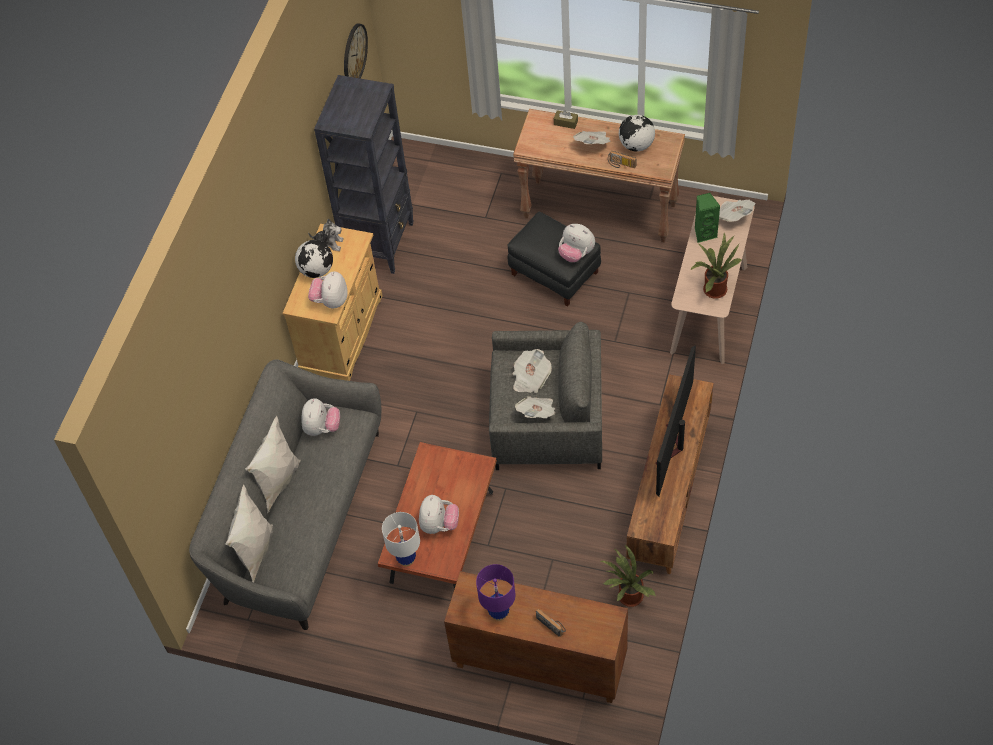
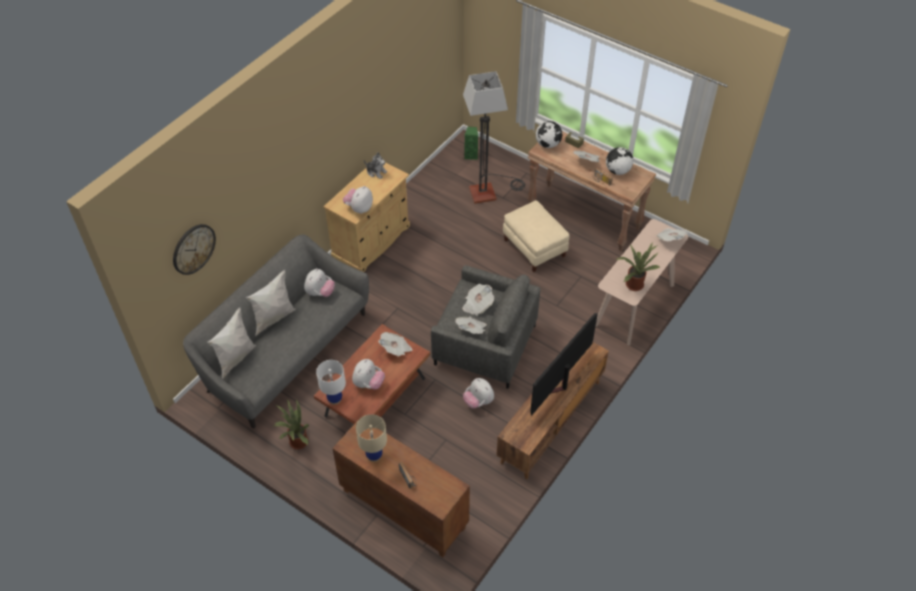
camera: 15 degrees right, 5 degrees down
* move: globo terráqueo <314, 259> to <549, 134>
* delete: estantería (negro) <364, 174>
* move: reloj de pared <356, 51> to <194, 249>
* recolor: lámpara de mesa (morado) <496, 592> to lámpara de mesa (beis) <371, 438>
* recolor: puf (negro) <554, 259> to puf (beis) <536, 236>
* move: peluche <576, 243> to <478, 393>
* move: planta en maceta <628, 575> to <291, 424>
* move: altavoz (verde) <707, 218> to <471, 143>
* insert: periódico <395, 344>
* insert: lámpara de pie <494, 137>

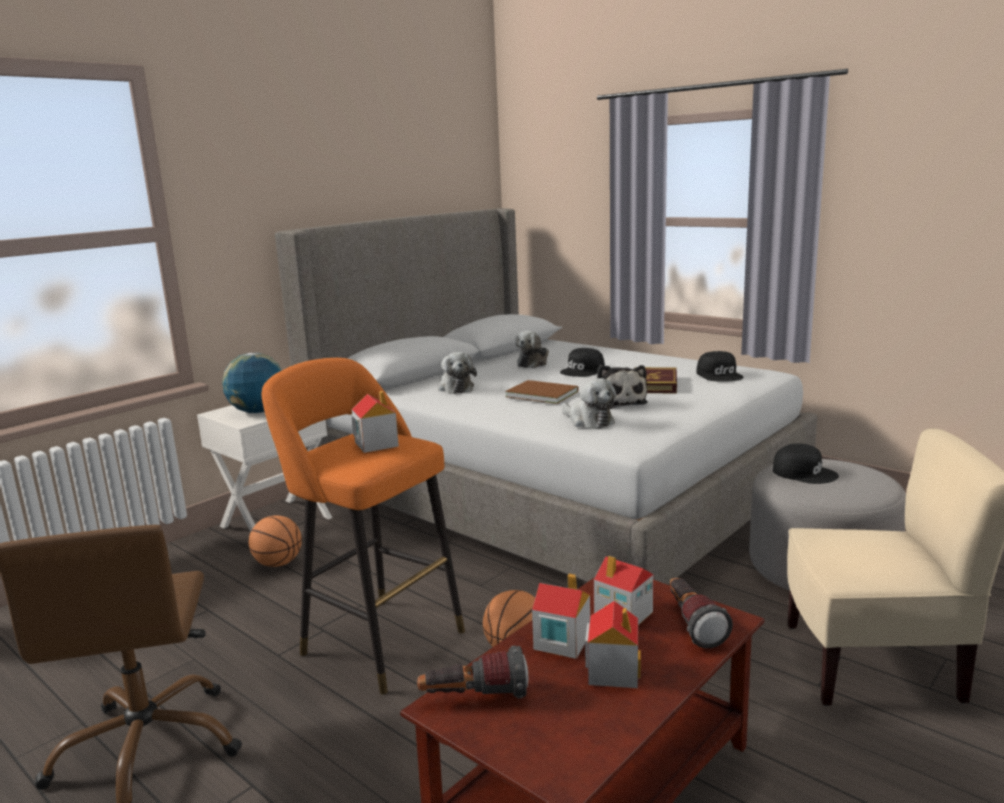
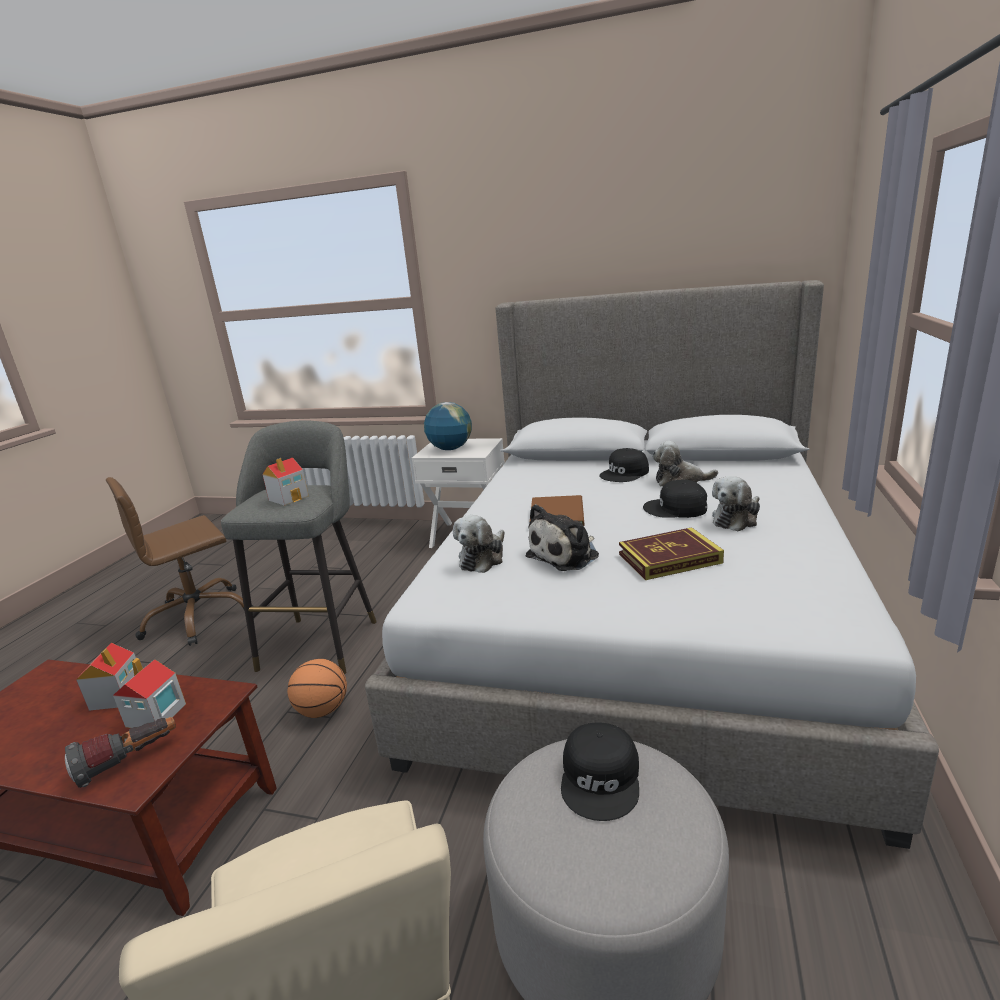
camera: 65 degrees right, 5 degrees up
* delete: balón de baloncesto <275, 541>
* recolor: taburete (naranja) <363, 526> to taburete (gris) <299, 547>
* delete: linterna <472, 672>
* move: peluche <457, 373> to <736, 504>
* delete: casita <613, 644>
* move: gorra (negro) <720, 366> to <624, 465>

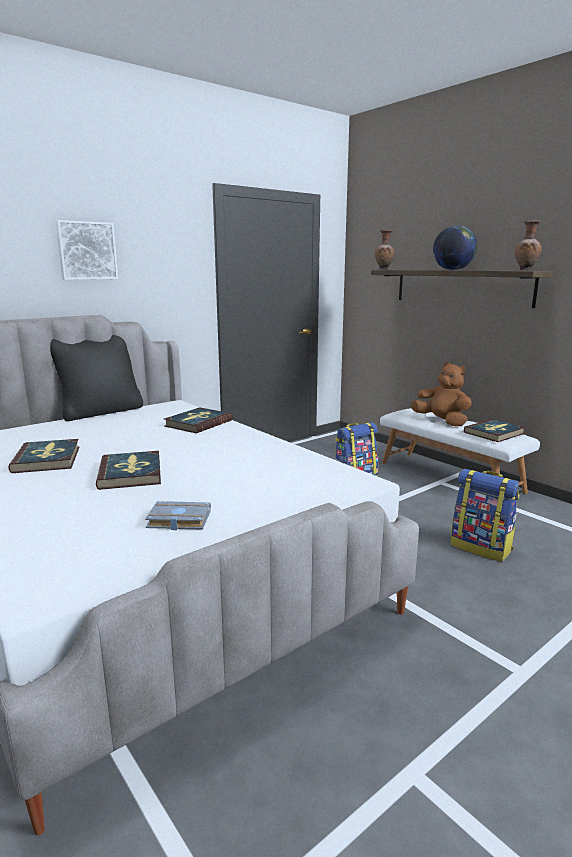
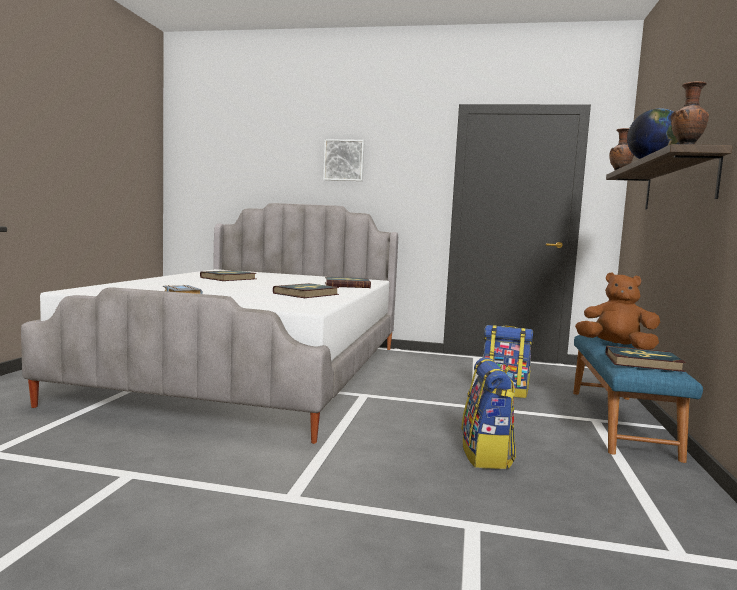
camera: 50 degrees right, 10 degrees down
* delete: cojín (negro) <96, 378>
* move: libro <128, 470> to <306, 290>
* recolor: banco (blanco) <460, 451> to banco (azul) <638, 399>
* rotate: peluche (marrón) <441, 394> = <617, 311> 75 degrees counterclockwise

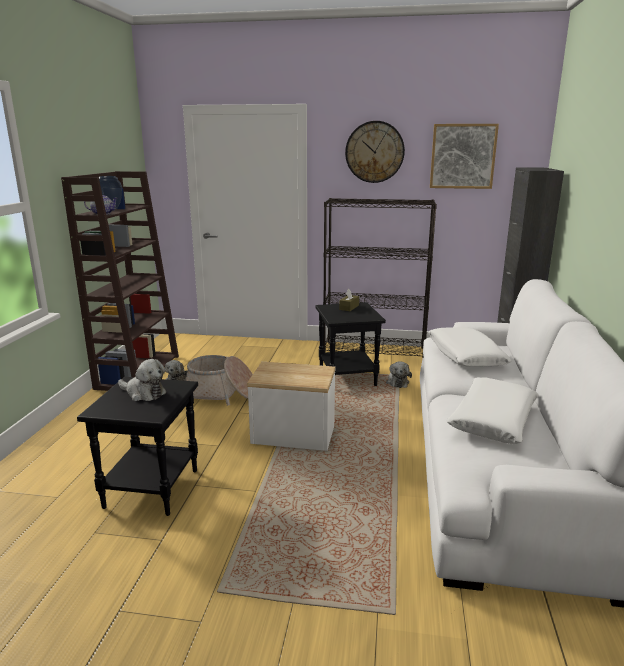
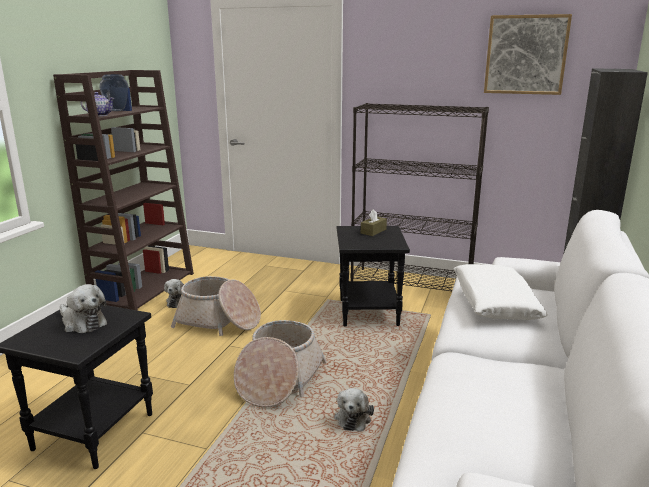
camera: 10 degrees right, 0 degrees up
* replace: mesa auxiliar <291, 406> to cesta <280, 364>
* delete: reloj de pared <375, 152>
* move: peluche <399, 374> to <354, 410>
* delete: cojín (blanco) <492, 410>

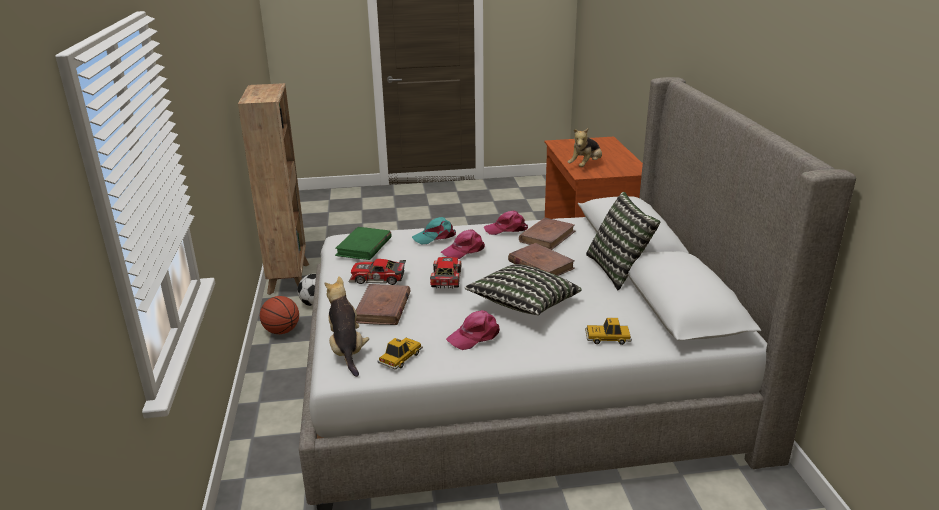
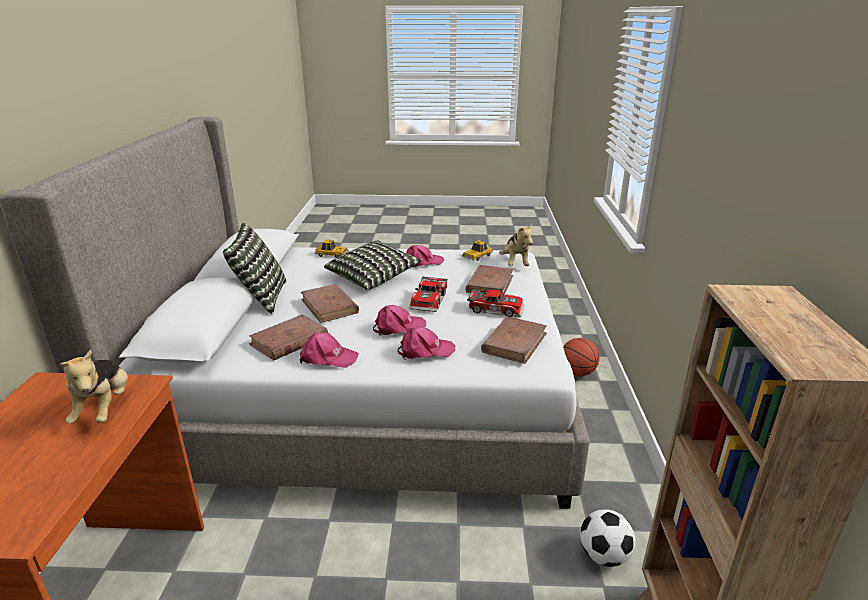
camera: 170 degrees left, 0 degrees up
* move: balón de baloncesto <279, 315> to <581, 357>
* recolor: libro (verde) <363, 243> to libro (marrón) <514, 340>
* recolor: gorra (turquesa) <434, 230> to gorra (rosa) <426, 343>
* rotate: peluche <585, 147> = <93, 387> 120 degrees clockwise

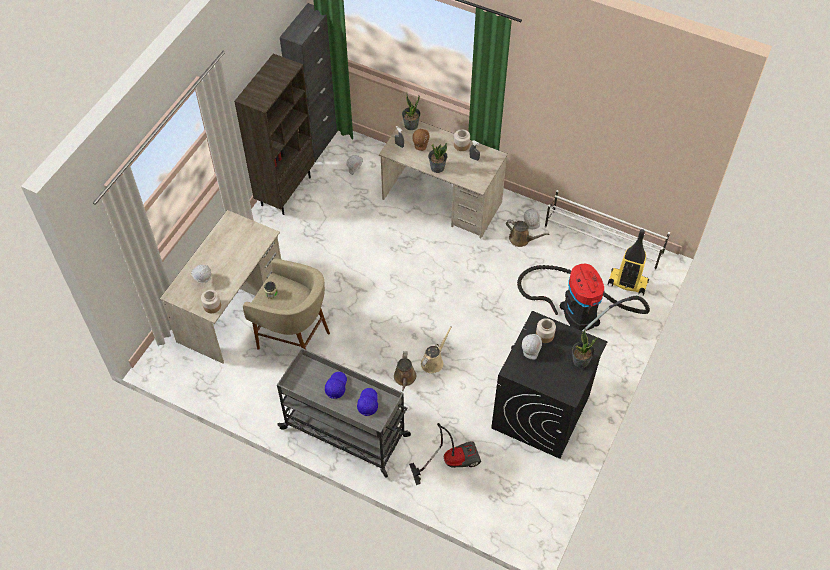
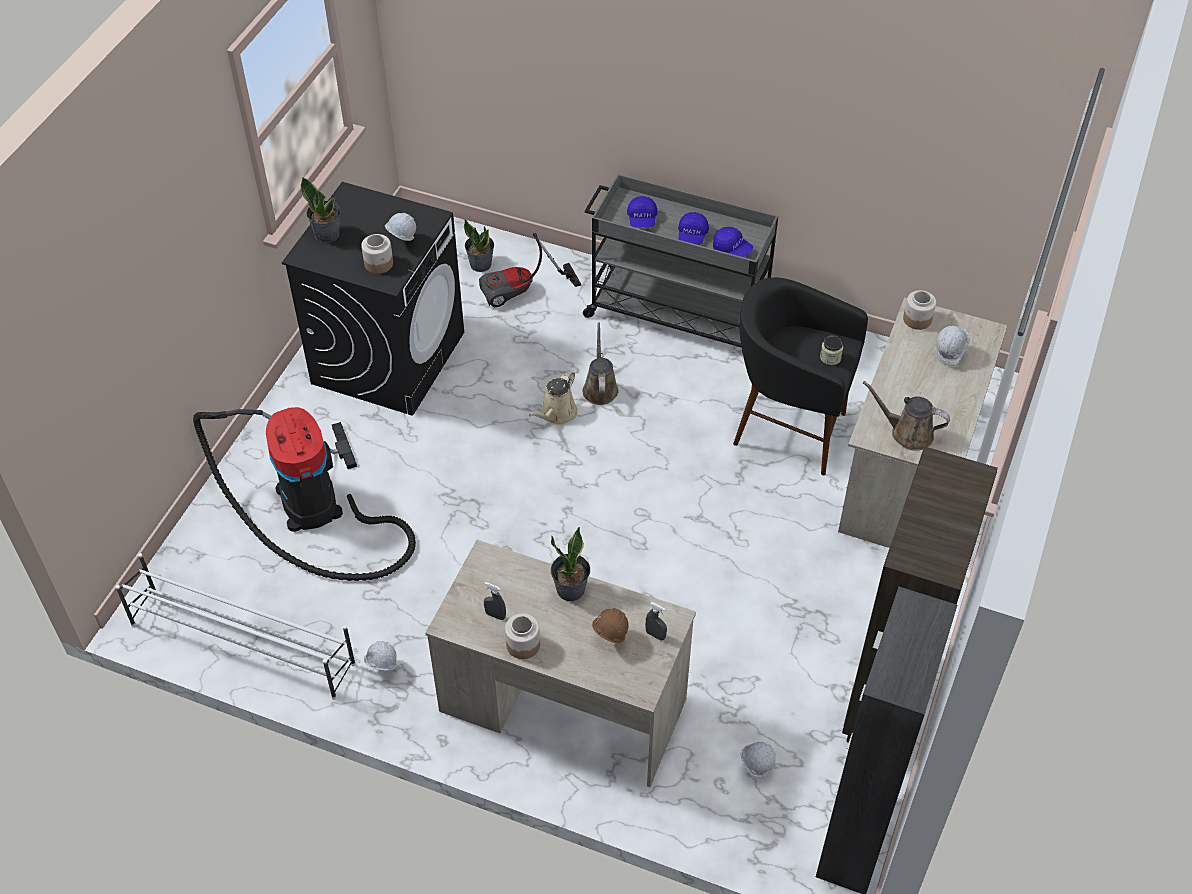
camera: 175 degrees right, 5 degrees down
* recolor: taburete (beis) <286, 304> to taburete (negro) <800, 376>
* move: planta en maceta <411, 112> to <479, 245>
* move: regadera (marrón) <527, 233> to <906, 416>
* delete: aspiradora <628, 262>
* insert: gorra (azul) <733, 242>

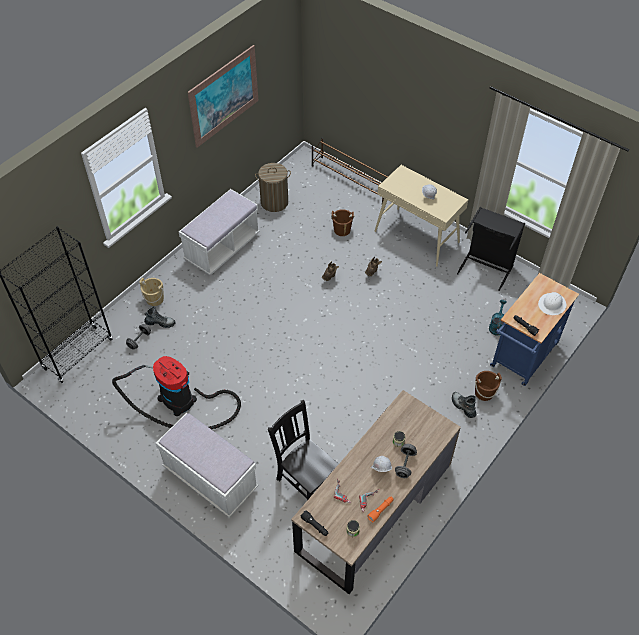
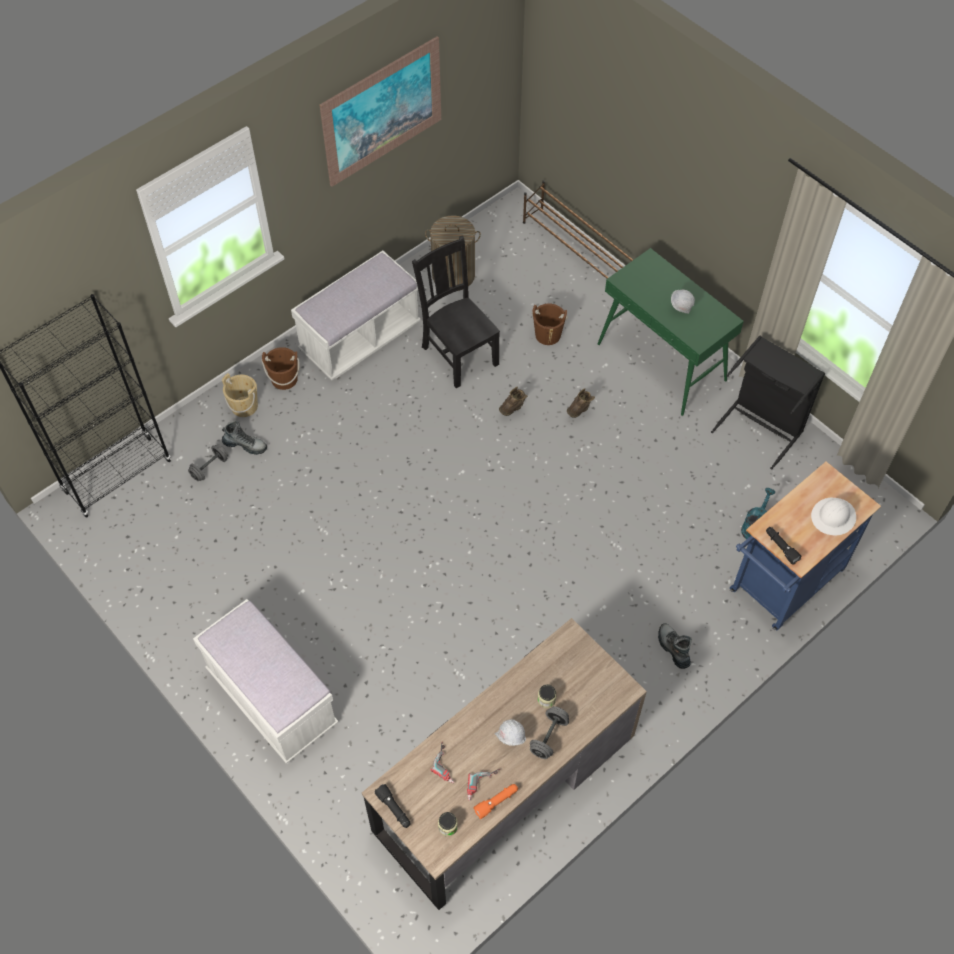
camera: 10 degrees right, 5 degrees up
* delete: aspiradora <176, 393>
* move: silla (negro) <303, 449> to <456, 311>
* recolor: mesa consola (beis) <421, 216> to mesa consola (verde) <671, 332>
* move: cubo (marrón) <488, 386> to <280, 368>

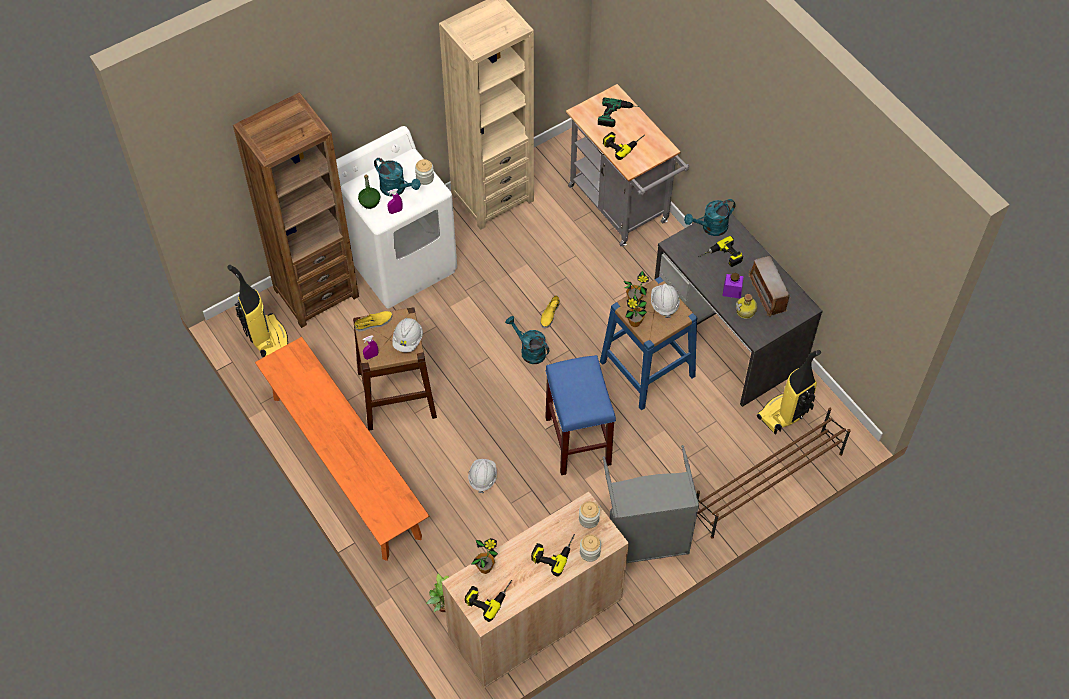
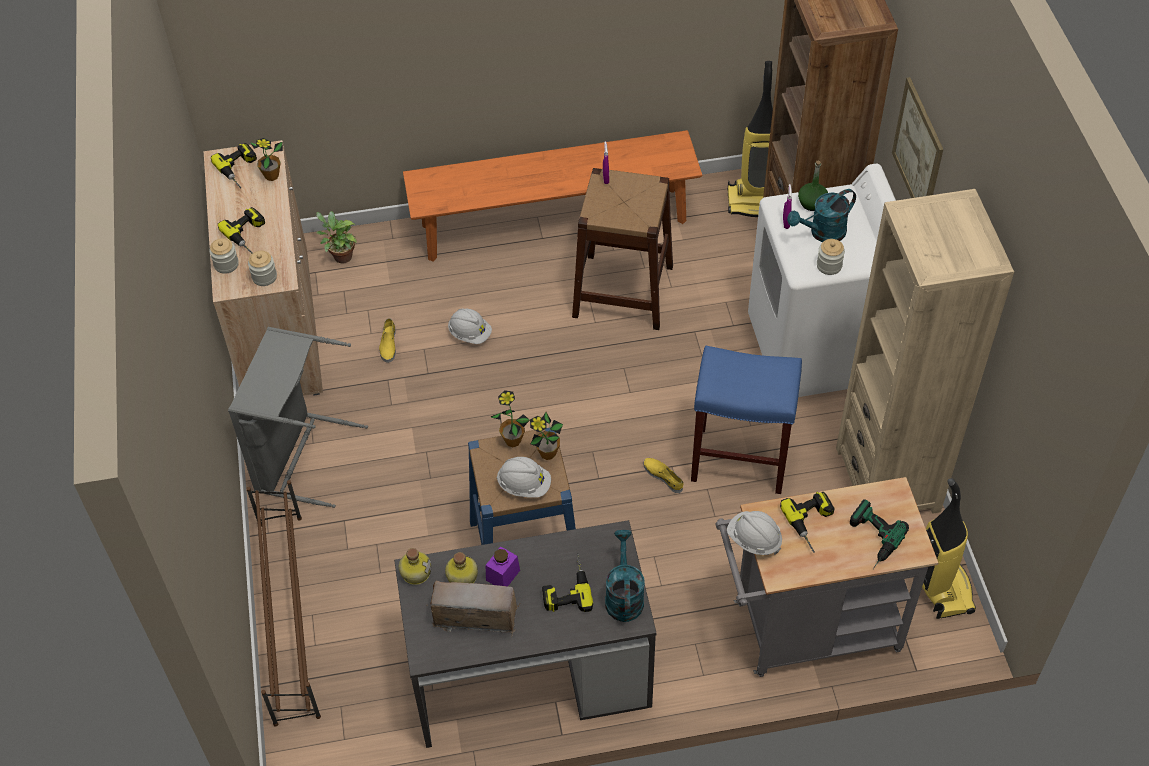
camera: 115 degrees right, 5 degrees down
* move: zapato (amarillo) <373, 321> to <387, 340>
* move: casco (blanco) <407, 335> to <754, 533>
* delete: regadera (turquesa) <527, 340>
* move: taburete (azul) <580, 415> to <746, 420>
* move: aspiradora <789, 392> to <949, 548>
* insert: botella <414, 566>
* insert: cuadro <917, 137>

